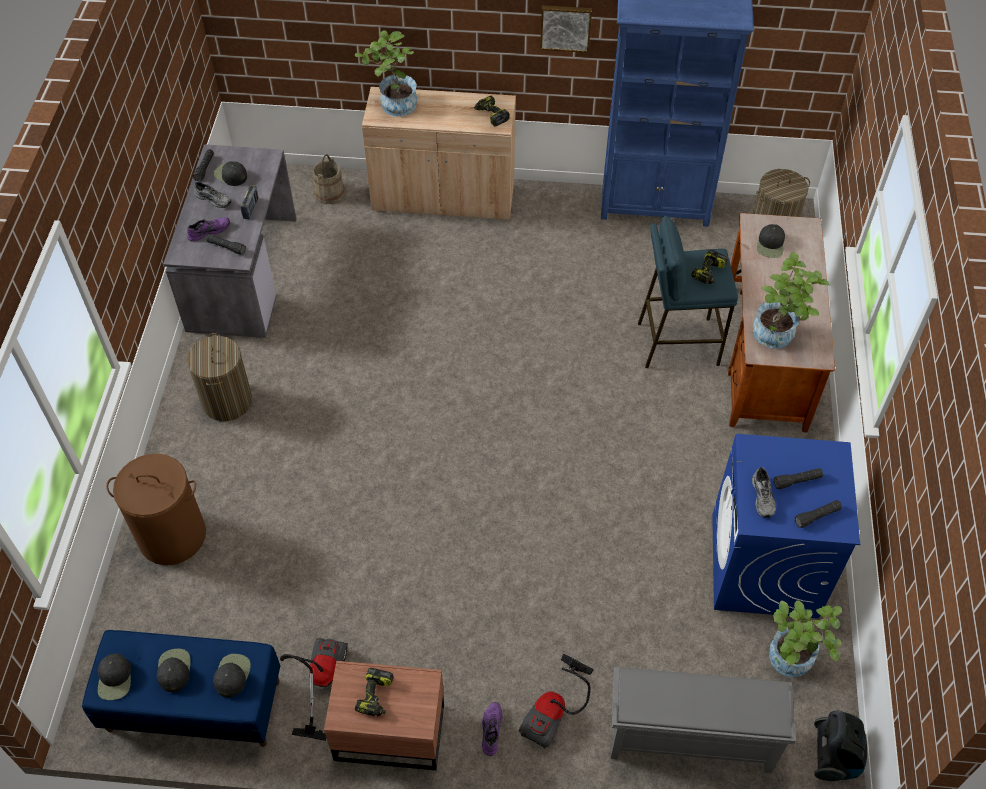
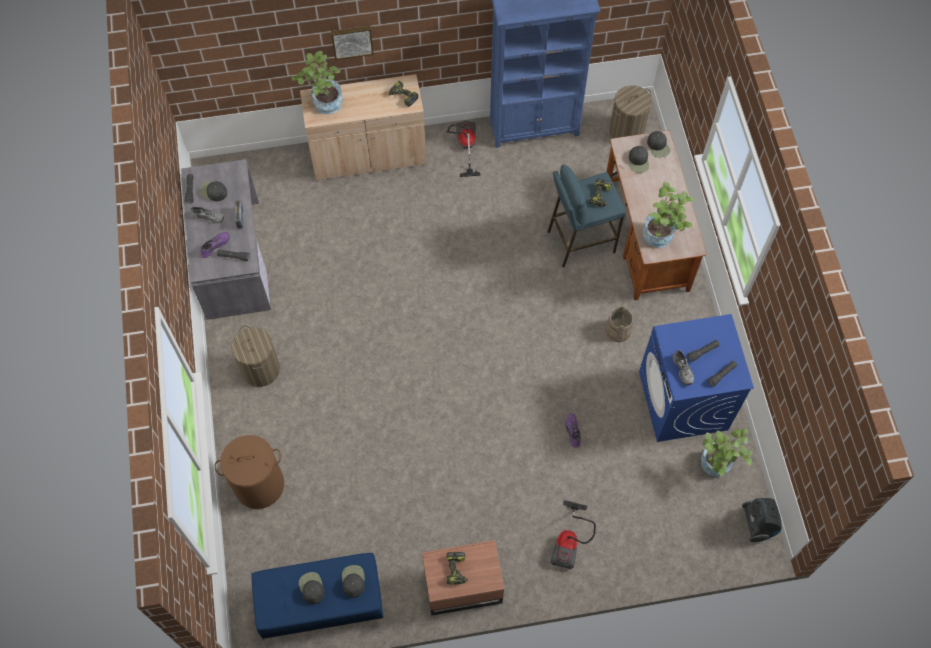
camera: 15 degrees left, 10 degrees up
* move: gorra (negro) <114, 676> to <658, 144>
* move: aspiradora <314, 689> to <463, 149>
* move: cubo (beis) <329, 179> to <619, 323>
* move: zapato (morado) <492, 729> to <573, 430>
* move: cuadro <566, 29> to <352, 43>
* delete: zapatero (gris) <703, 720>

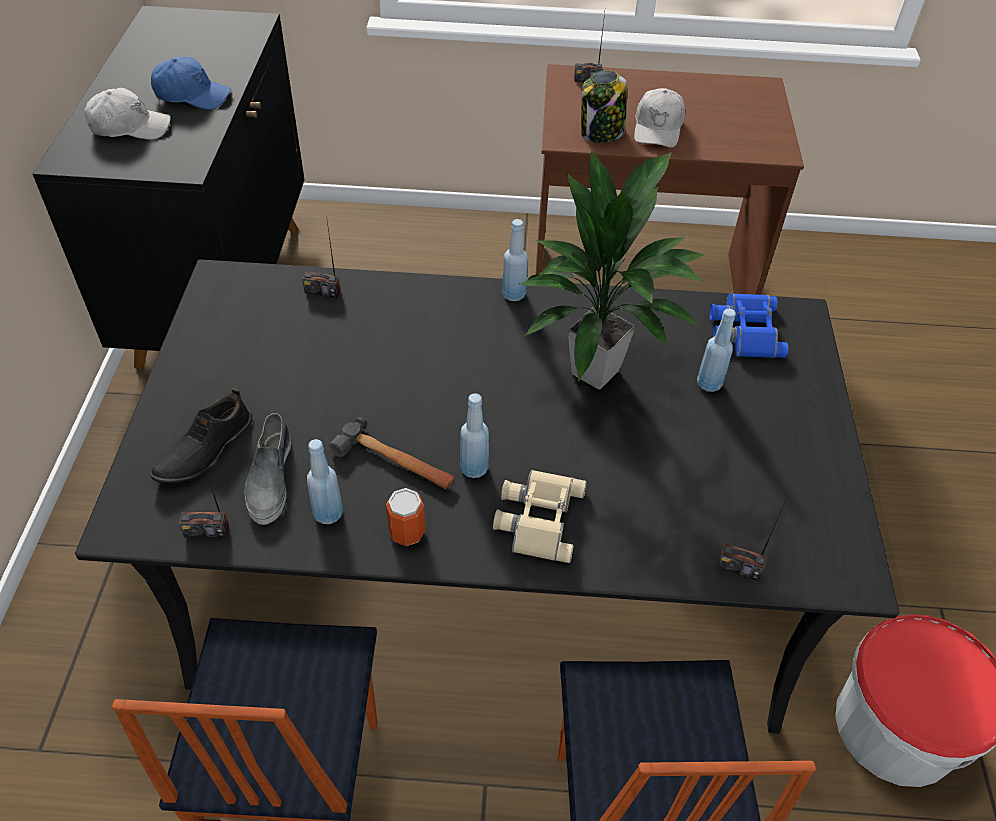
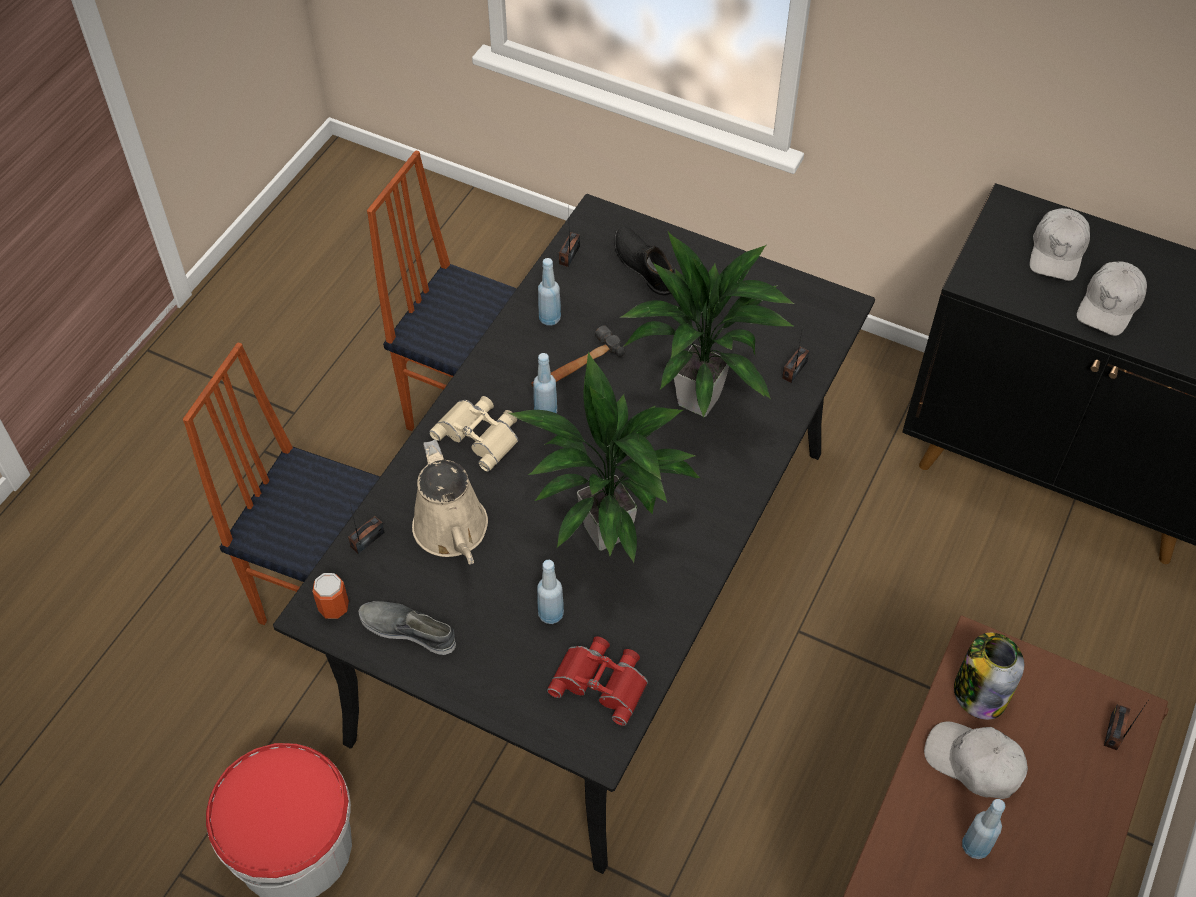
camera: 115 degrees right, 5 degrees up
* recolor: gorra (azul) <191, 83> to gorra (blanco) <1111, 298>
* move: zapato (gris) <267, 469> to <407, 628>
* move: lata <405, 517> to <330, 596>
* move: botella (azul) <515, 260> to <983, 829>
* recolor: prismáticos (azul) <748, 325> to prismáticos (rojo) <597, 681>
* insert: regadera (beis) <450, 501>
* insert: planta en maceta <708, 325>

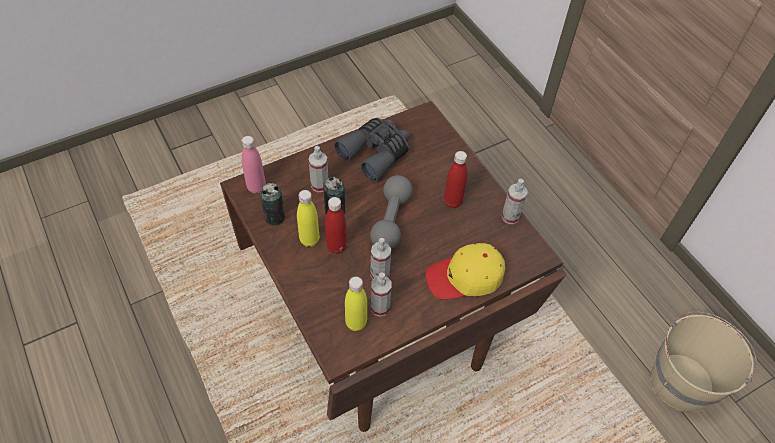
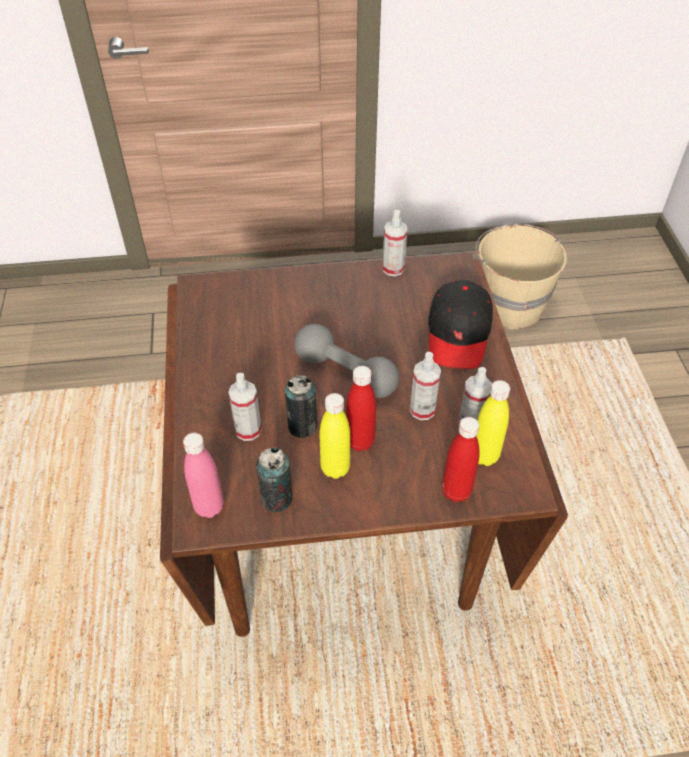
camera: 65 degrees left, 5 degrees down
* delete: prismáticos (gris) <371, 150>
* recolor: gorra (amarillo) <465, 271> to gorra (negro) <460, 324>
* move: botella (rojo) <455, 179> to <460, 459>

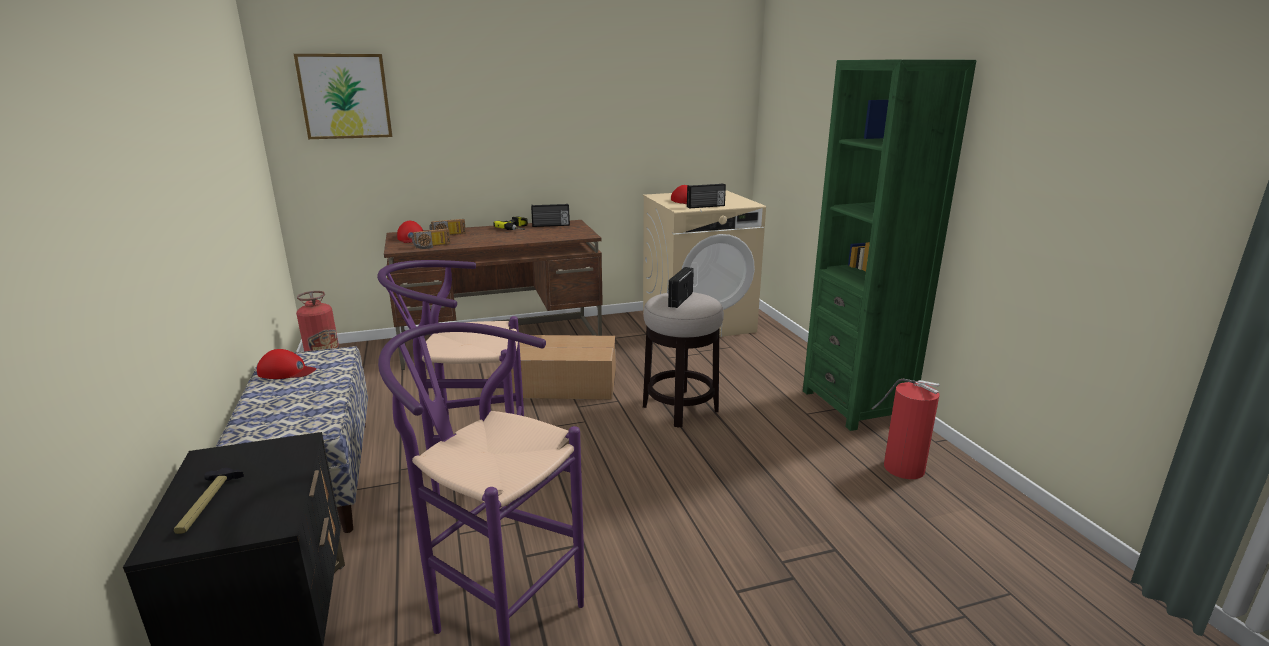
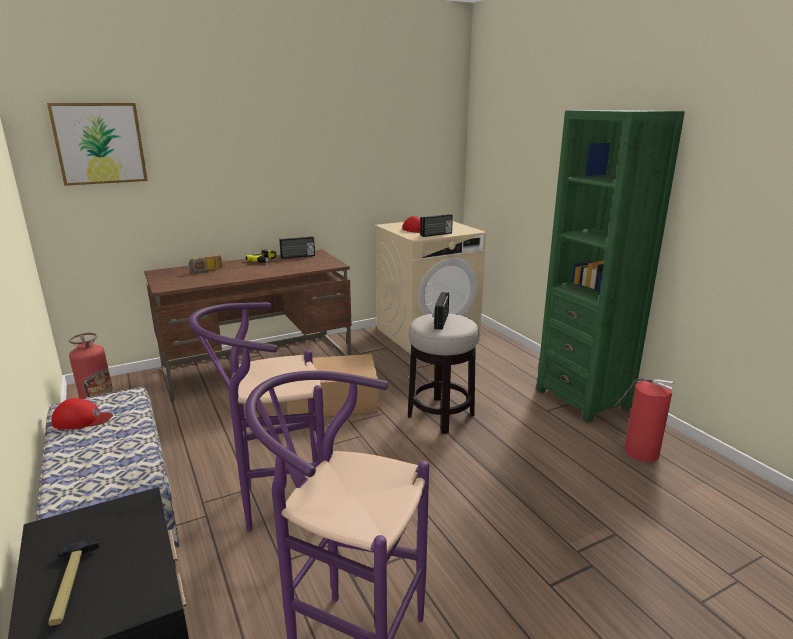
camera: 10 degrees left, 0 degrees up
* delete: gorra (rojo) <410, 232>
* delete: radio <431, 238>

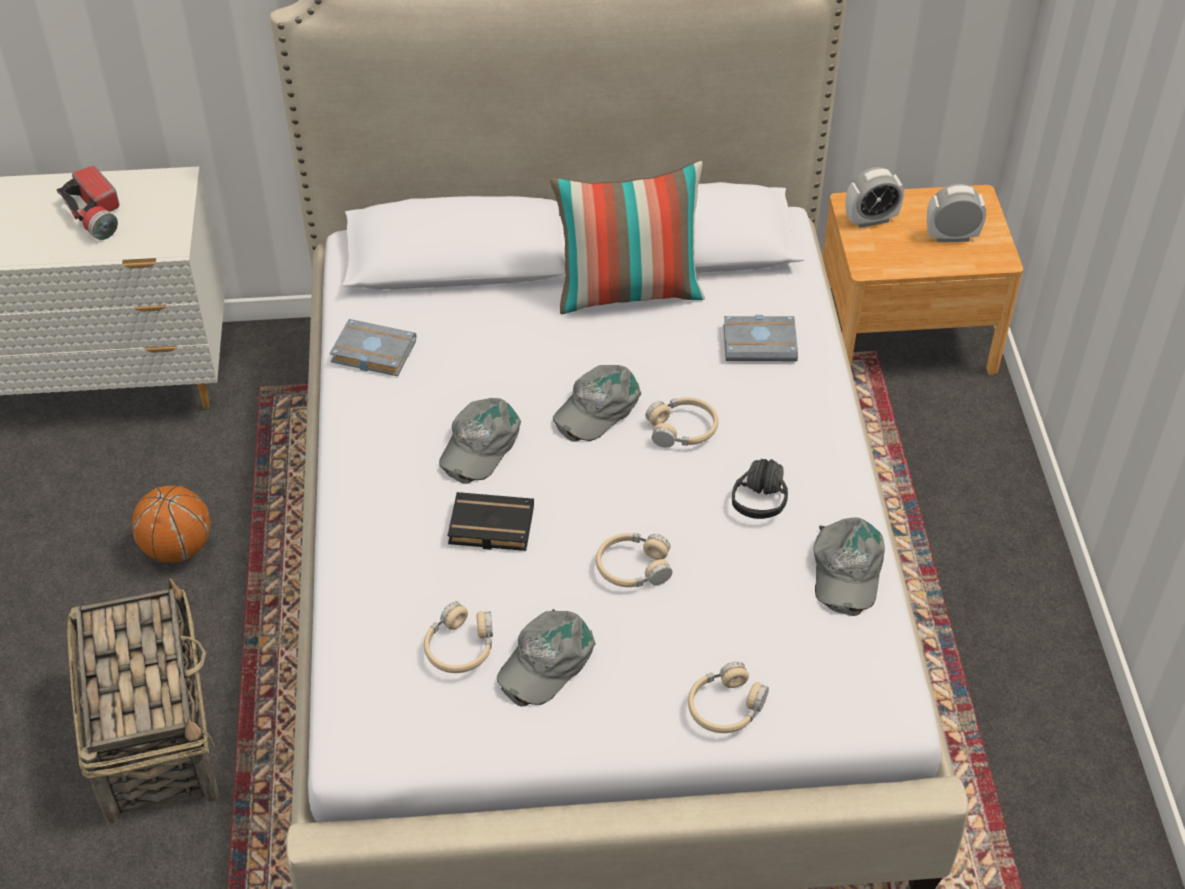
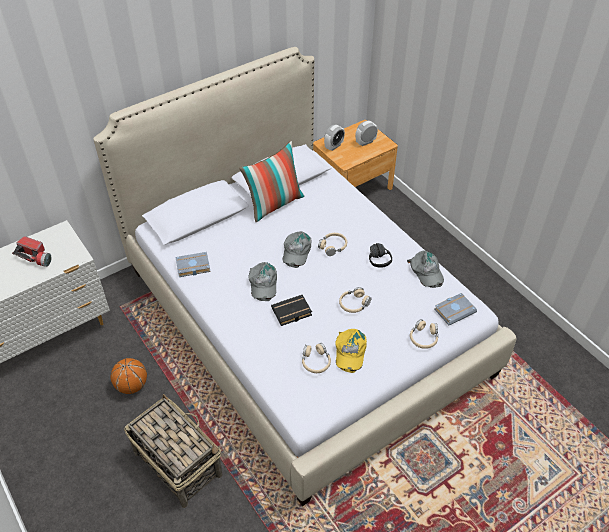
camera: 30 degrees left, 0 degrees up
* recolor: gorra (gris) <546, 658> to gorra (amarillo) <351, 351>
* move: libro (gris) <760, 338> to <455, 309>

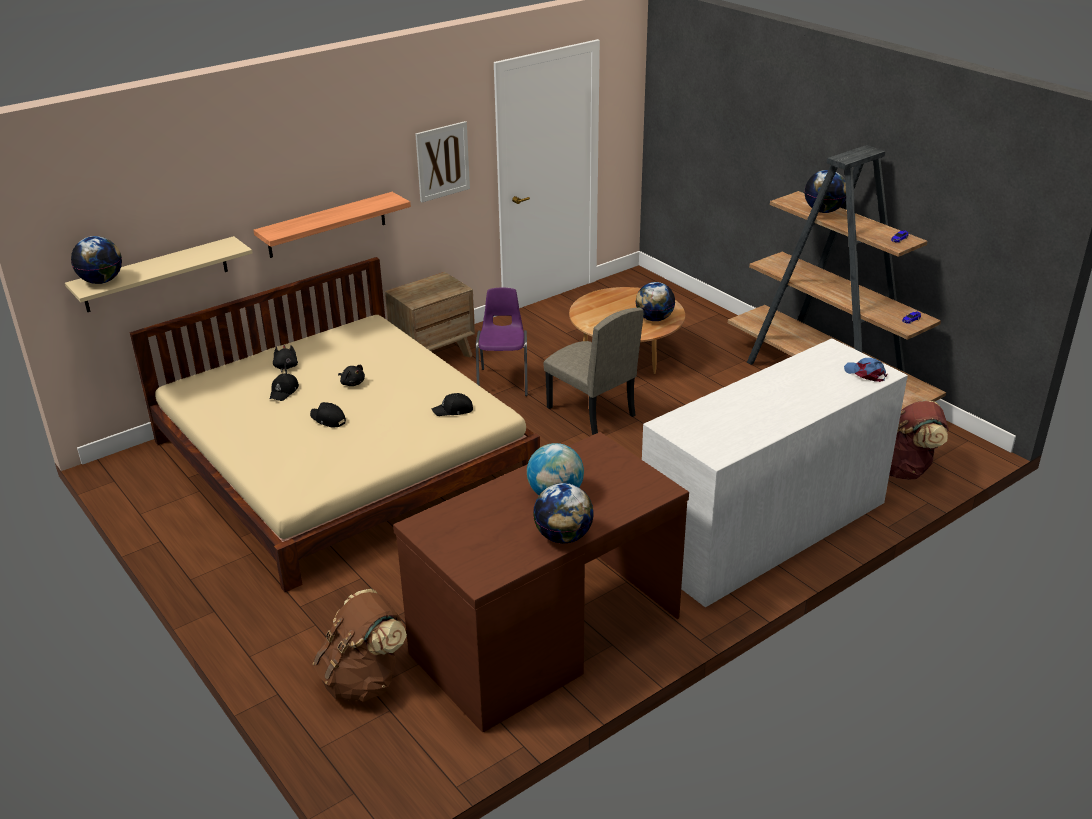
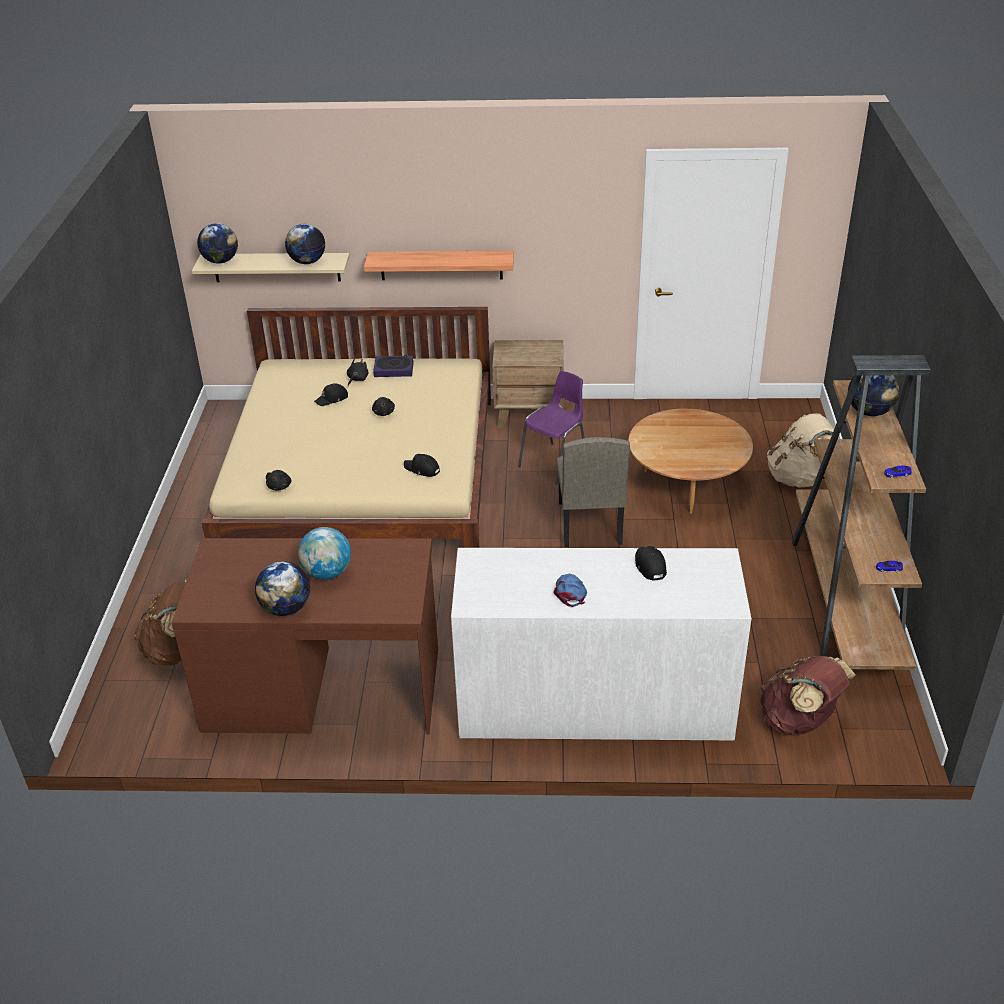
camera: 40 degrees right, 5 degrees up
* move: gorra (negro) <328, 415> to <651, 563>
* delete: cuadro <442, 161>
* move: globo terráqueo <655, 301> to <305, 244>
* move: gorra (azul) <866, 370> to <570, 590>
* insert: peluche (negro) <279, 480>
* insert: libro <393, 366>
* insert: mochila (beis) <800, 450>

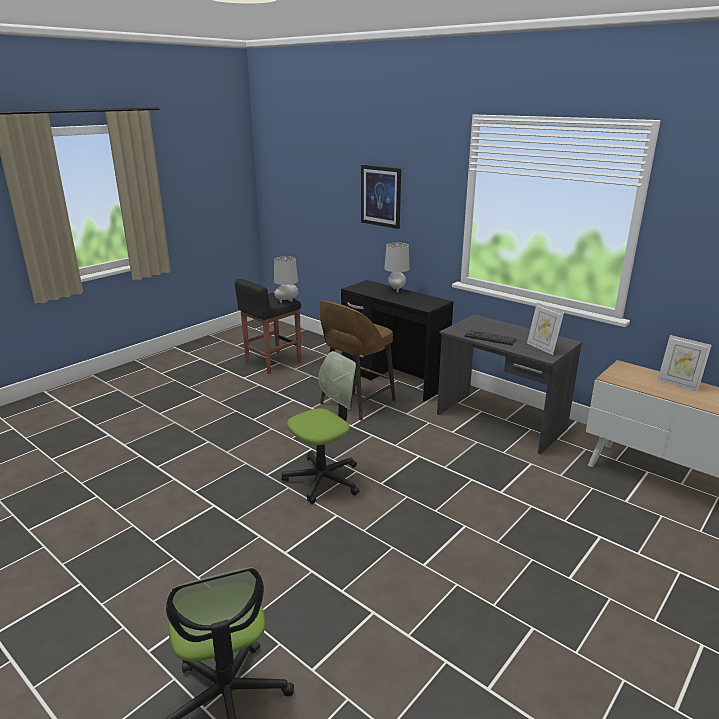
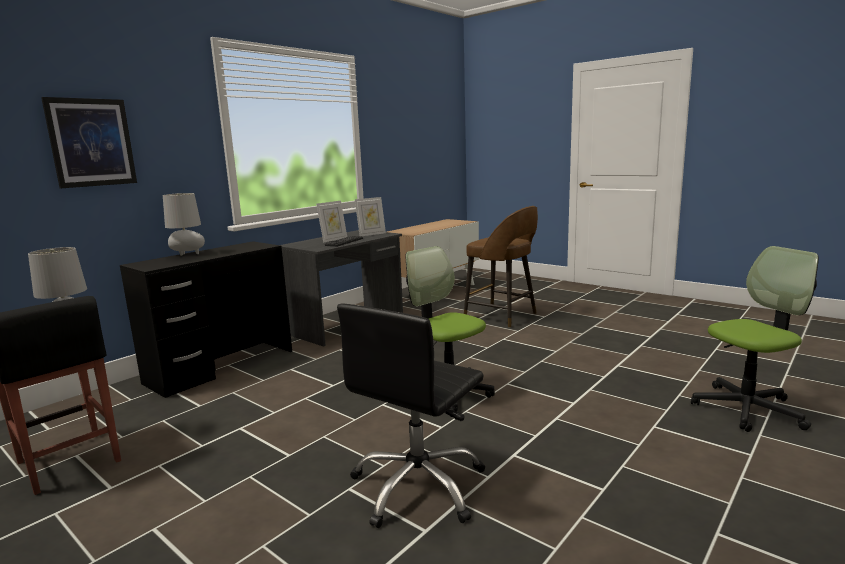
camera: 90 degrees left, 10 degrees down
* move: taburete (marrón) <357, 360> to <501, 267>
* move: portarretratos <685, 363> to <331, 222>
* insert: silla de oficina (negro) <411, 416>

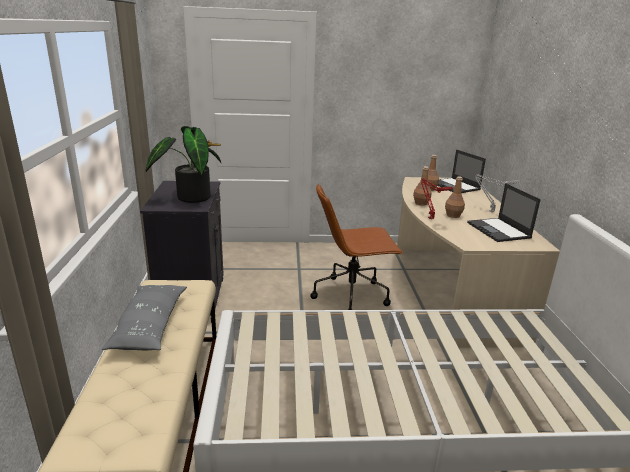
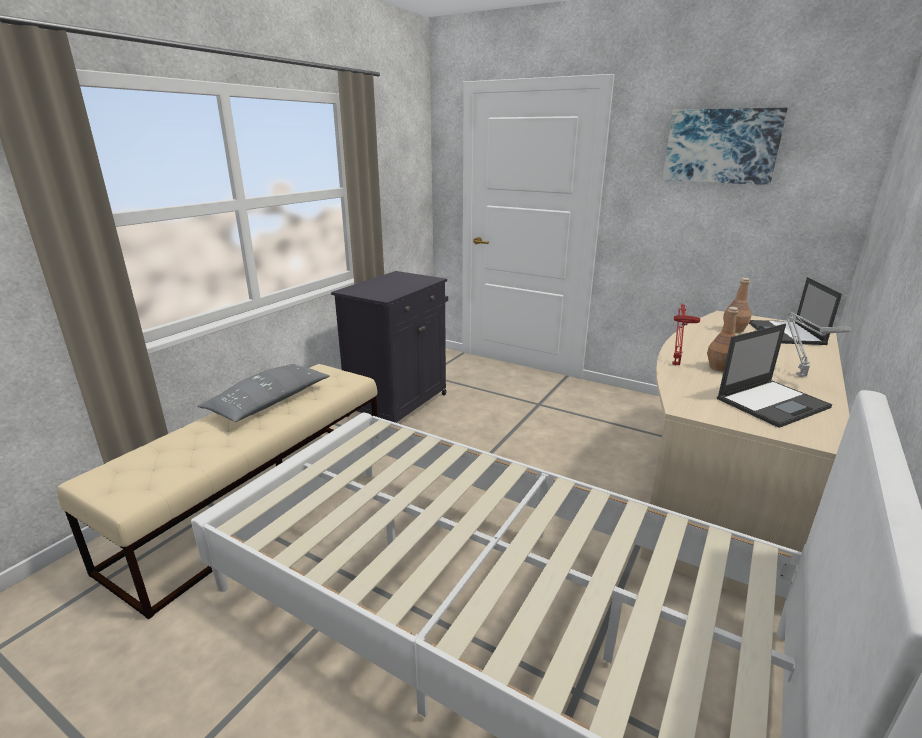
camera: 35 degrees right, 0 degrees up
* delete: planta en maceta <183, 164>
* delete: silla de oficina (marrón) <356, 247>
* delete: botella (marrón) <422, 186>
* rotate: portátil <504, 212> = <774, 376> 135 degrees counterclockwise
* insert: cuadro <725, 146>

